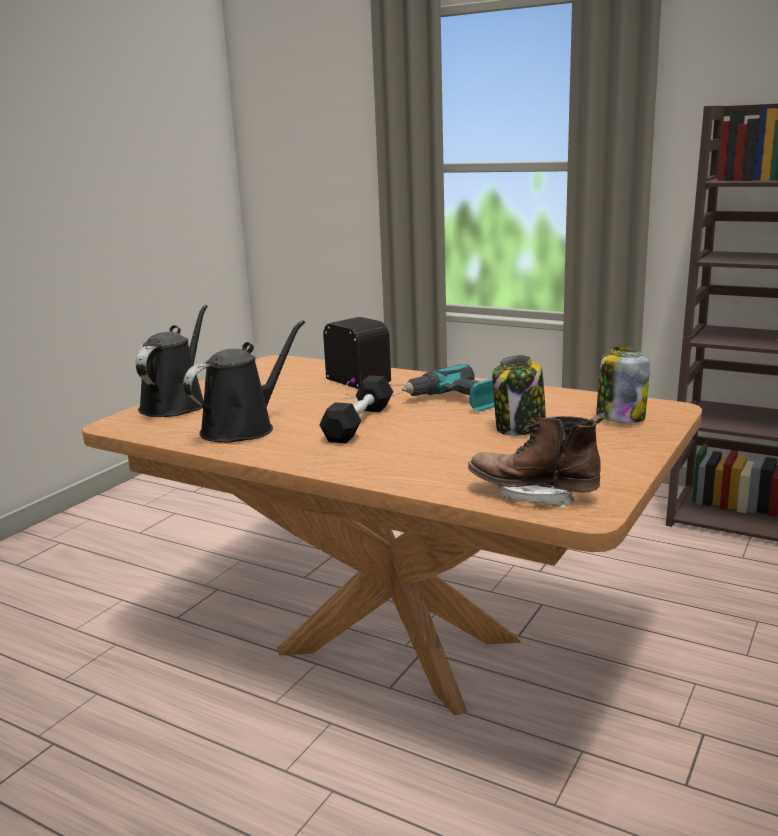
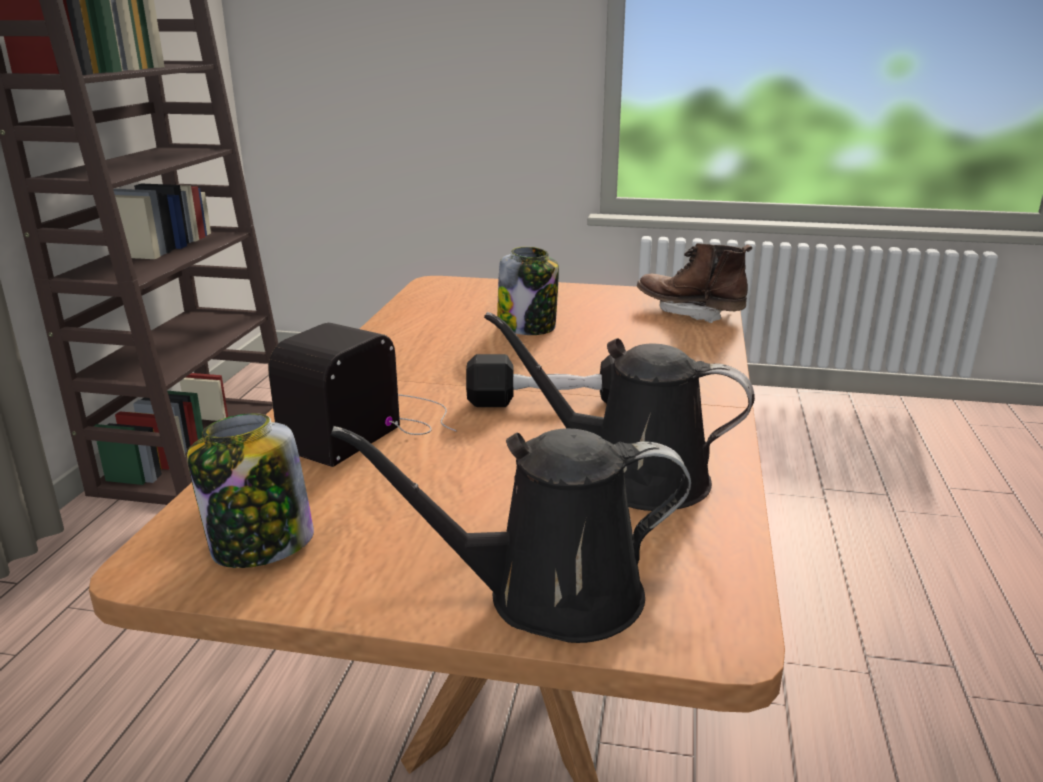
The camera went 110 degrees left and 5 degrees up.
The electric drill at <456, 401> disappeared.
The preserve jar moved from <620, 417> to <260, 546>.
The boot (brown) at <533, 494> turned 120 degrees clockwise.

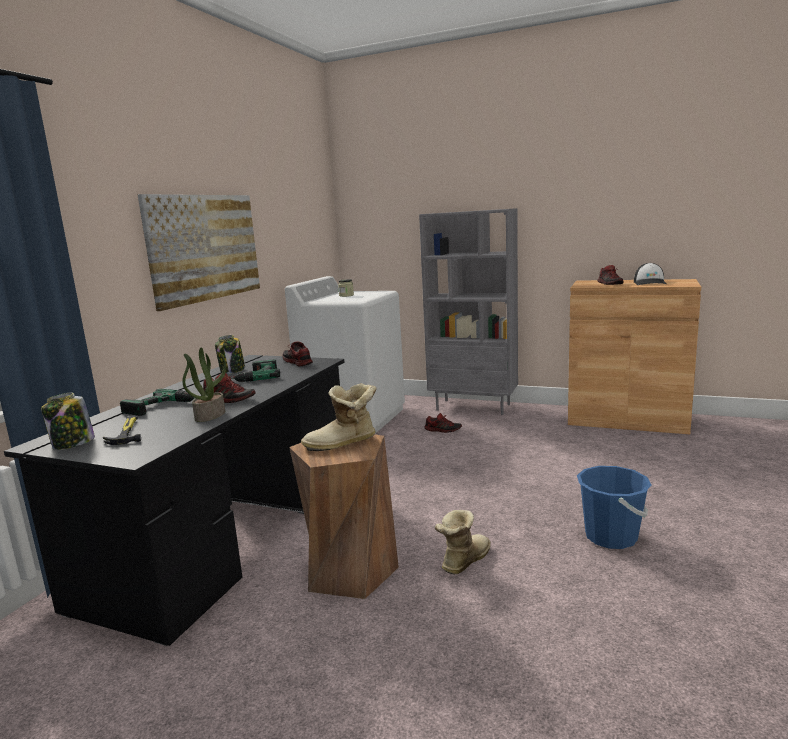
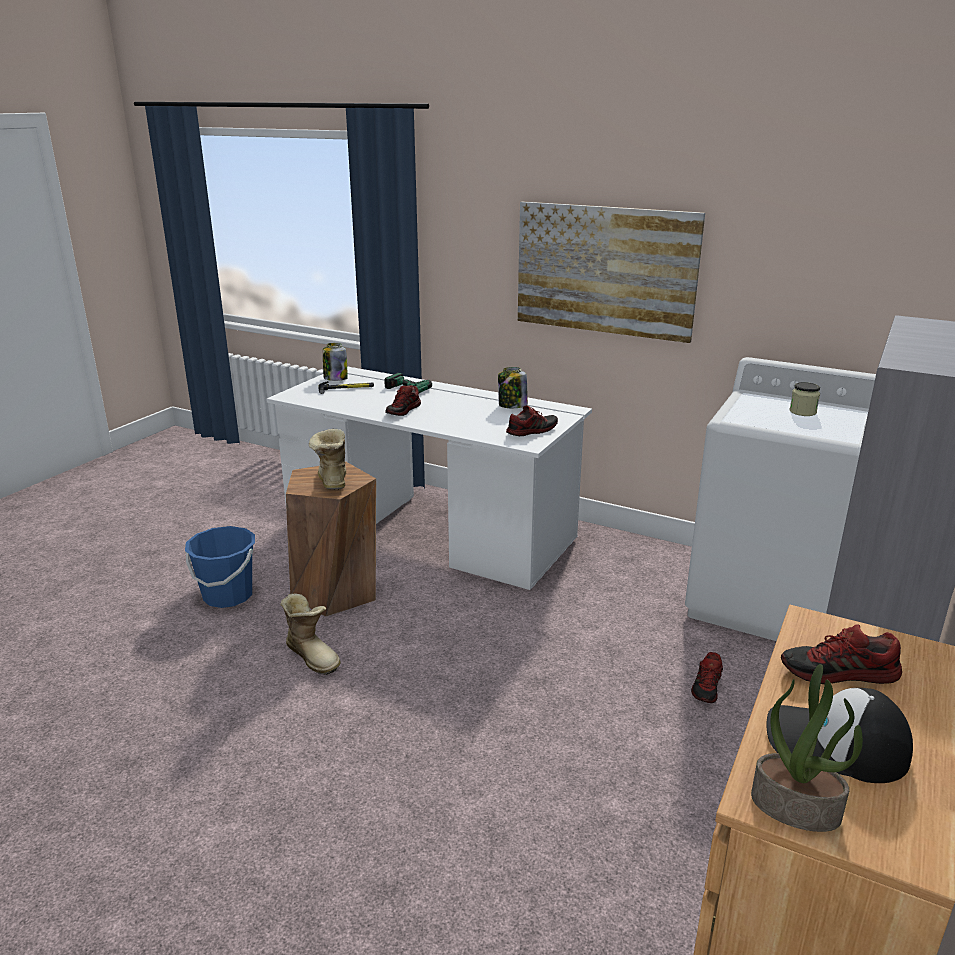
The camera went 95 degrees right and 10 degrees up.
The electric drill at <252, 377> disappeared.
The potted plant moved from <210, 415> to <796, 807>.
The bucket (blue-coloured) moved from <611, 537> to <228, 595>.
The desk (black-coloured) at <228, 535> became the desk (whitish) at <430, 531>.

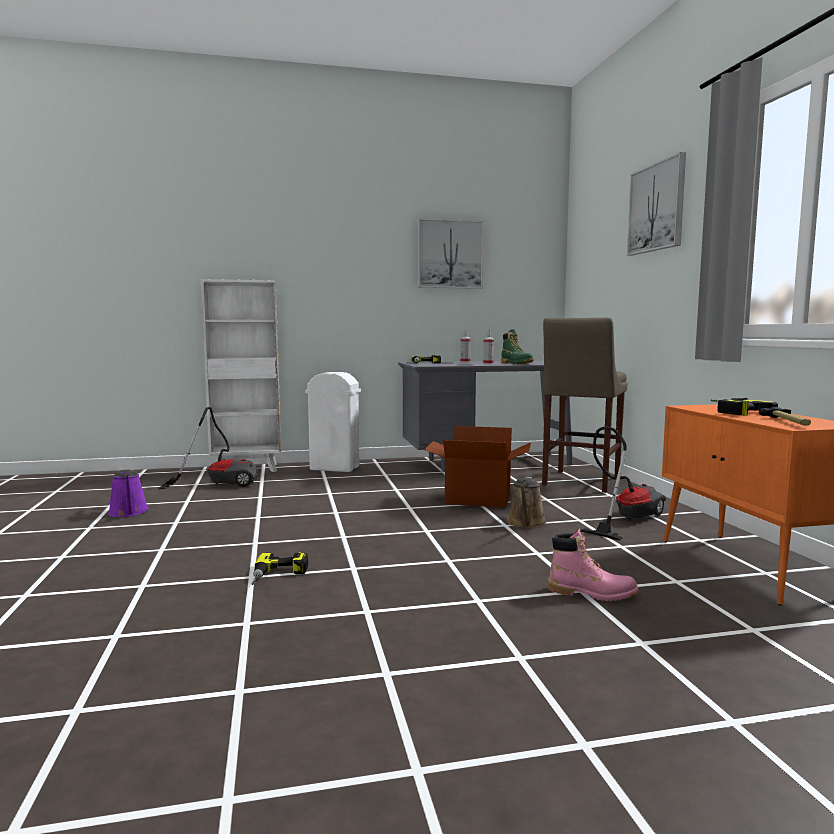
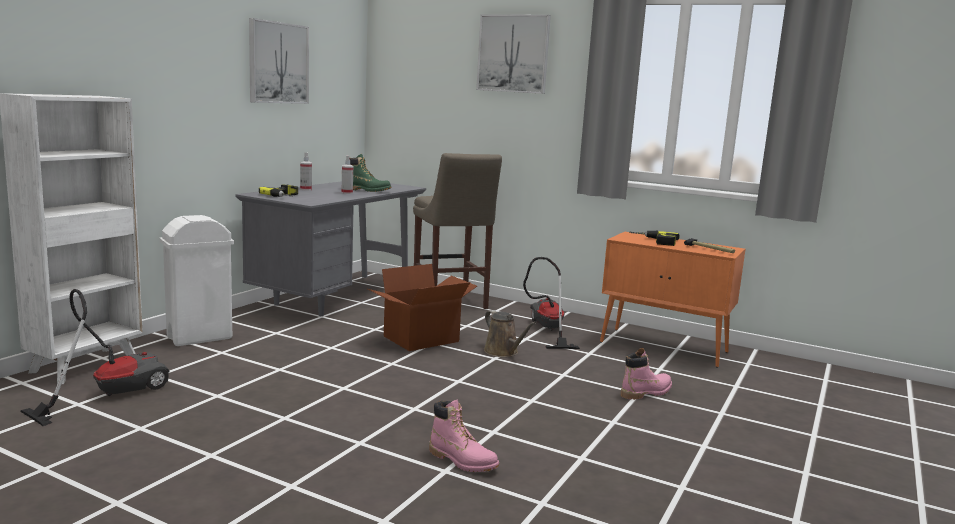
The camera went 50 degrees left and 5 degrees up.
The sprinkling can (purple) at <129, 512> disappeared.
The electric drill at <278, 576> was replaced by the boot (pink-coloured) at <462, 461>.

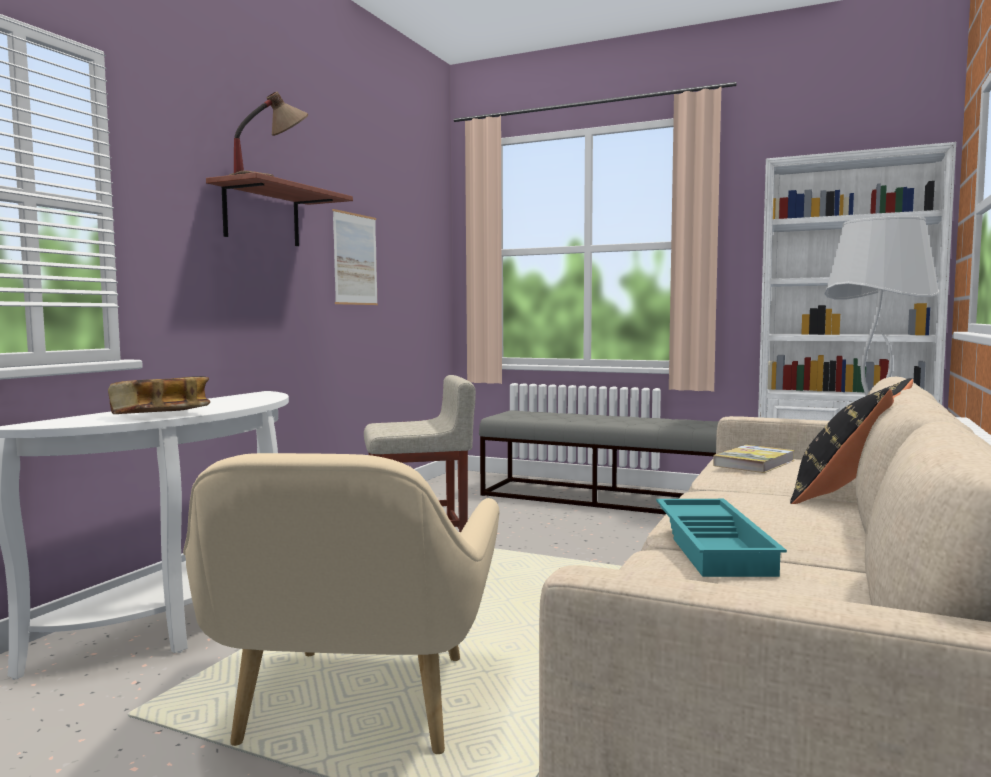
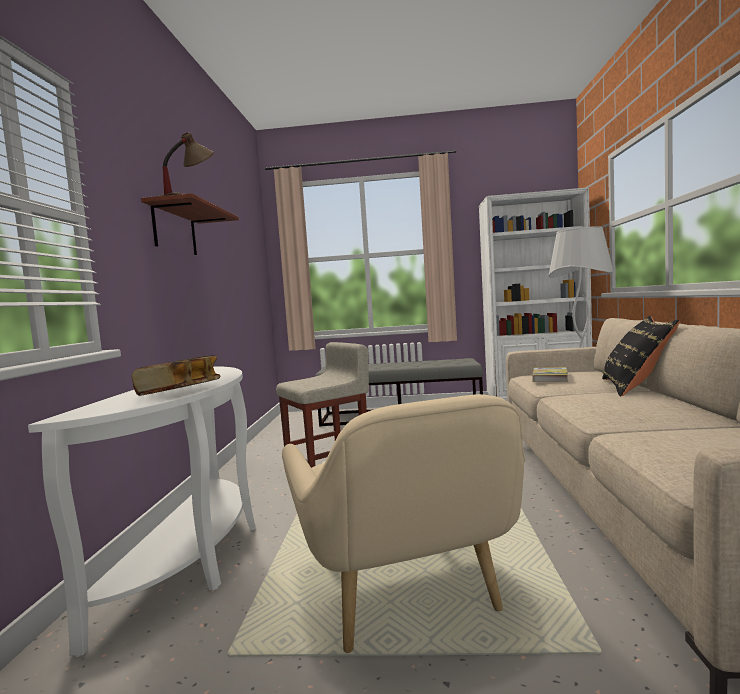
The camera went 20 degrees left and 0 degrees up.
The wall art at <355, 259> disappeared.
The carrying tray (turquoise) at <716, 546> disappeared.

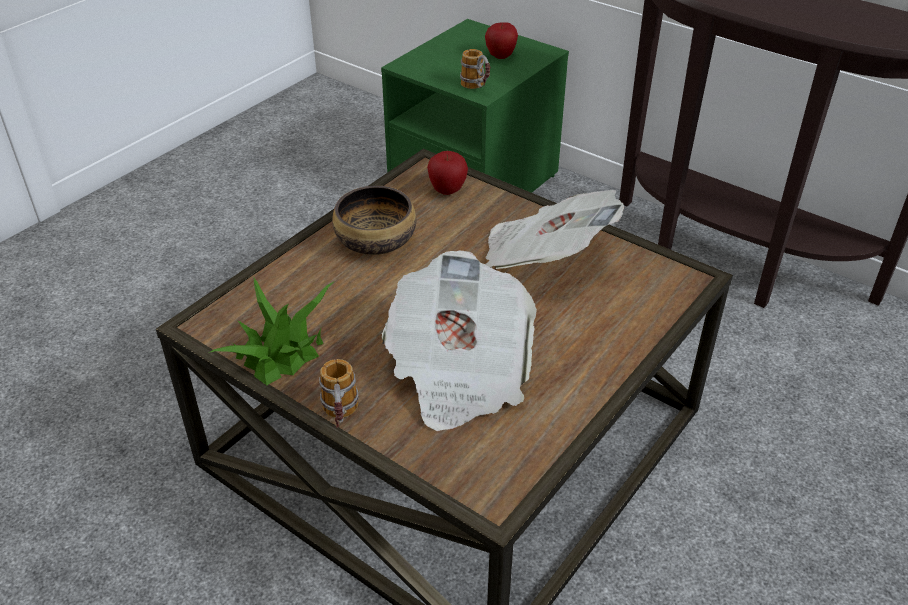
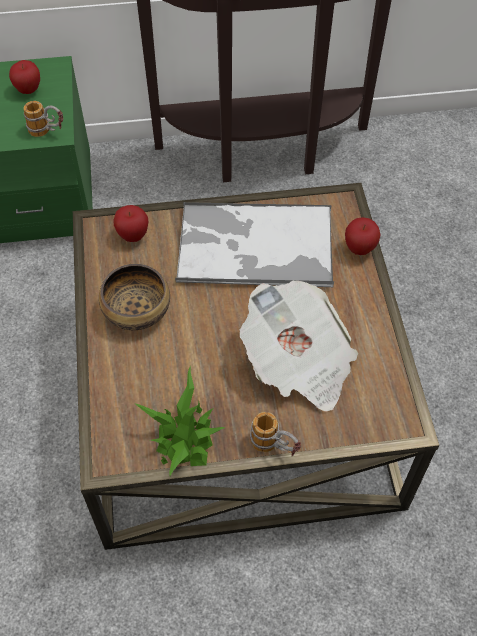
The camera went 45 degrees left and 15 degrees up.
The apple fruit at <359, 249> appeared.
The printed paper at <544, 258> was replaced by the carrying tray at <254, 246>.

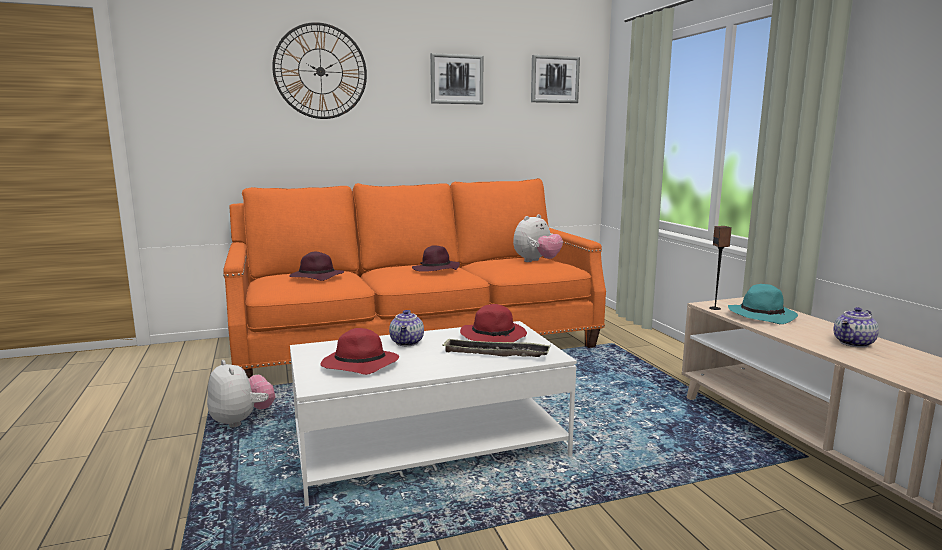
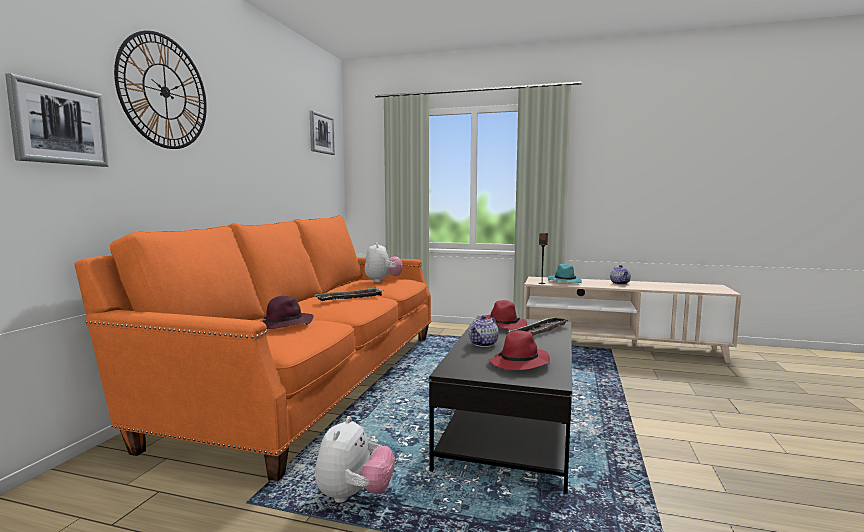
The camera went 55 degrees left and 5 degrees down.
The wall art moved from <456, 79> to <59, 124>.
The wearable hat (purple) at <436, 270> was replaced by the carrying tray at <350, 298>.
The lounge table (whitish) at <430, 446> became the lounge table (black-coloured) at <510, 424>.
The plush toy at <242, 420> turned 105 degrees clockwise.
The teapot at <407, 342> turned 90 degrees clockwise.

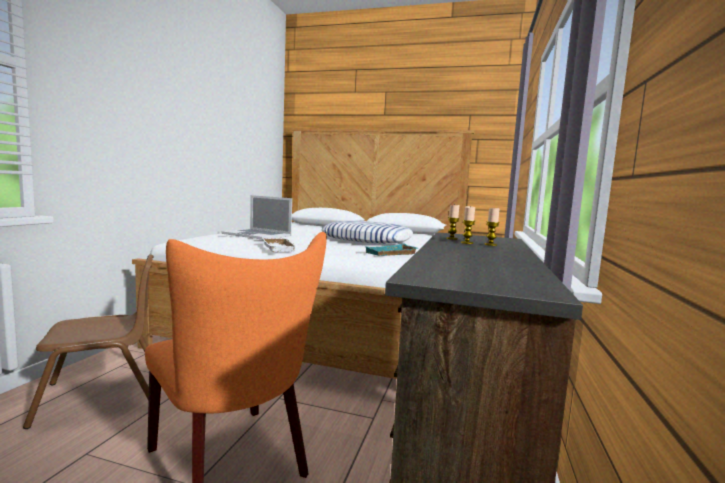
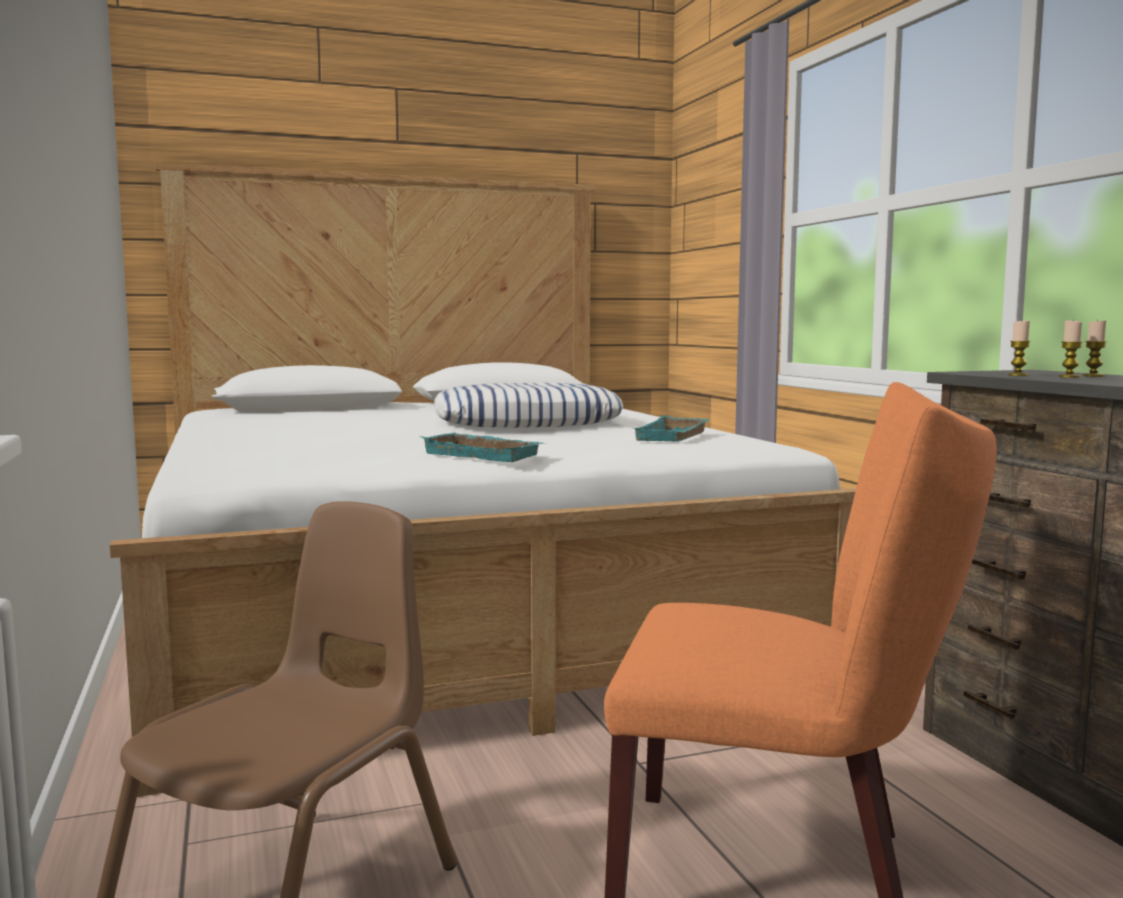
The camera went 35 degrees left and 0 degrees up.
The portable computer at <257, 234> disappeared.
The carrying tray (whitish) at <280, 248> became the carrying tray (turquoise) at <485, 455>.

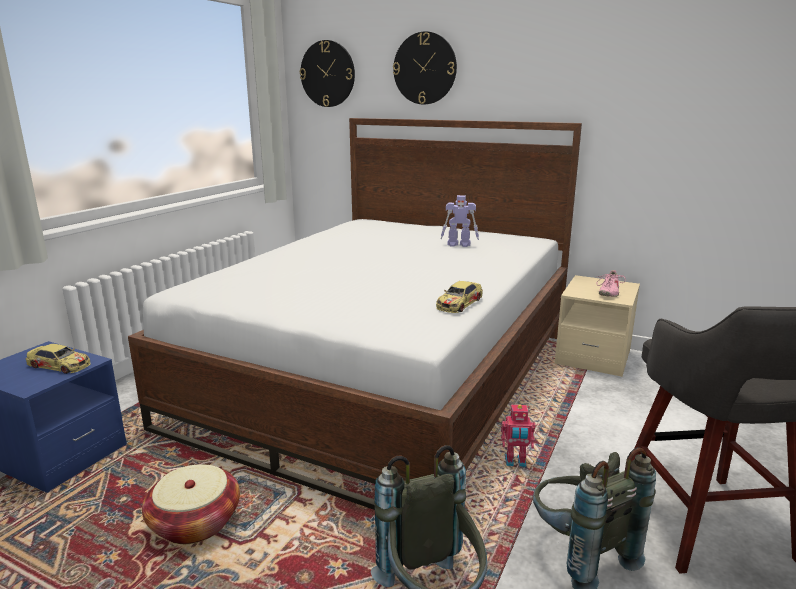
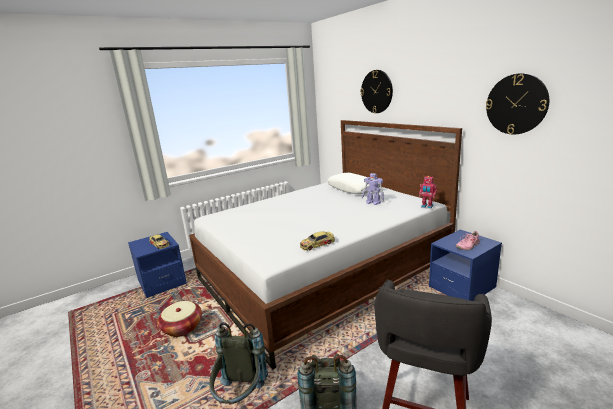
The camera went 30 degrees right and 0 degrees up.
The cushion (whitish) at <353, 189> appeared.
The clock on the wall moved from <327, 74> to <516, 104>.
The toy robot moved from <515, 463> to <427, 206>.
The nightstand (beige-coloured) at <593, 357> became the nightstand (blue-coloured) at <462, 287>.

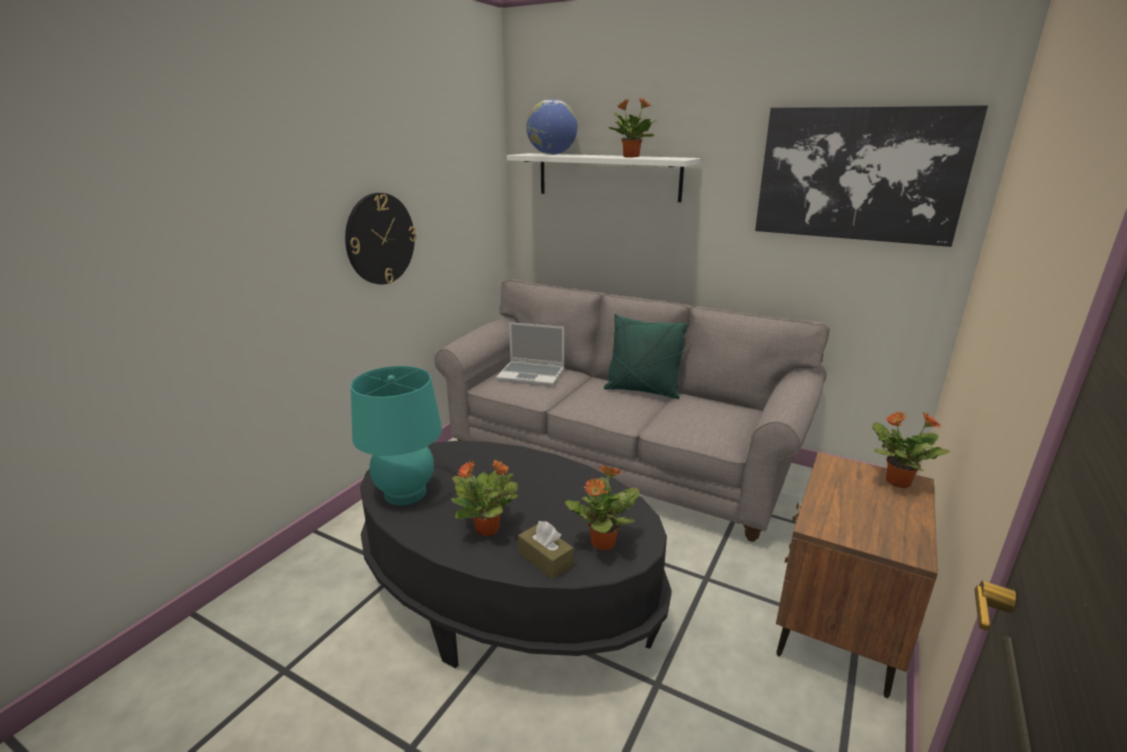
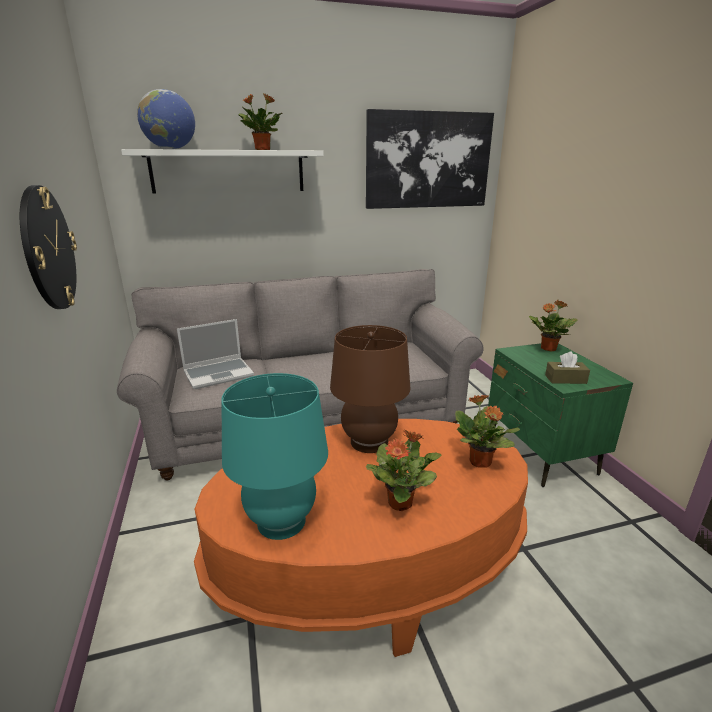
The camera went 45 degrees left and 0 degrees up.
The cushion (greenish) at <642, 390> disappeared.
The table lamp (brown) at <369, 442> appeared.
The tissue box (brown) moved from <545, 559> to <565, 379>.
The lounge table (black-coloured) at <508, 596> became the lounge table (orange) at <369, 567>.
The nightstand (brown) at <836, 627> became the nightstand (greenish) at <541, 454>.

